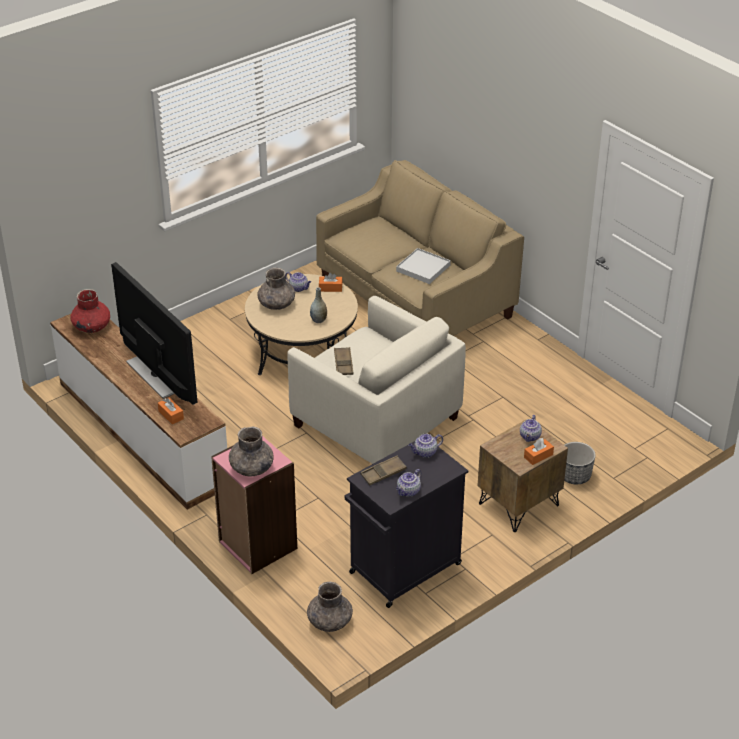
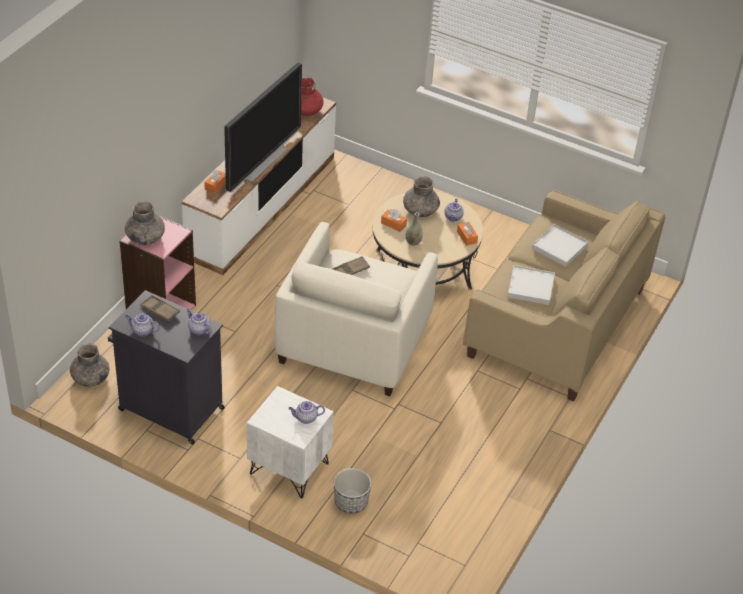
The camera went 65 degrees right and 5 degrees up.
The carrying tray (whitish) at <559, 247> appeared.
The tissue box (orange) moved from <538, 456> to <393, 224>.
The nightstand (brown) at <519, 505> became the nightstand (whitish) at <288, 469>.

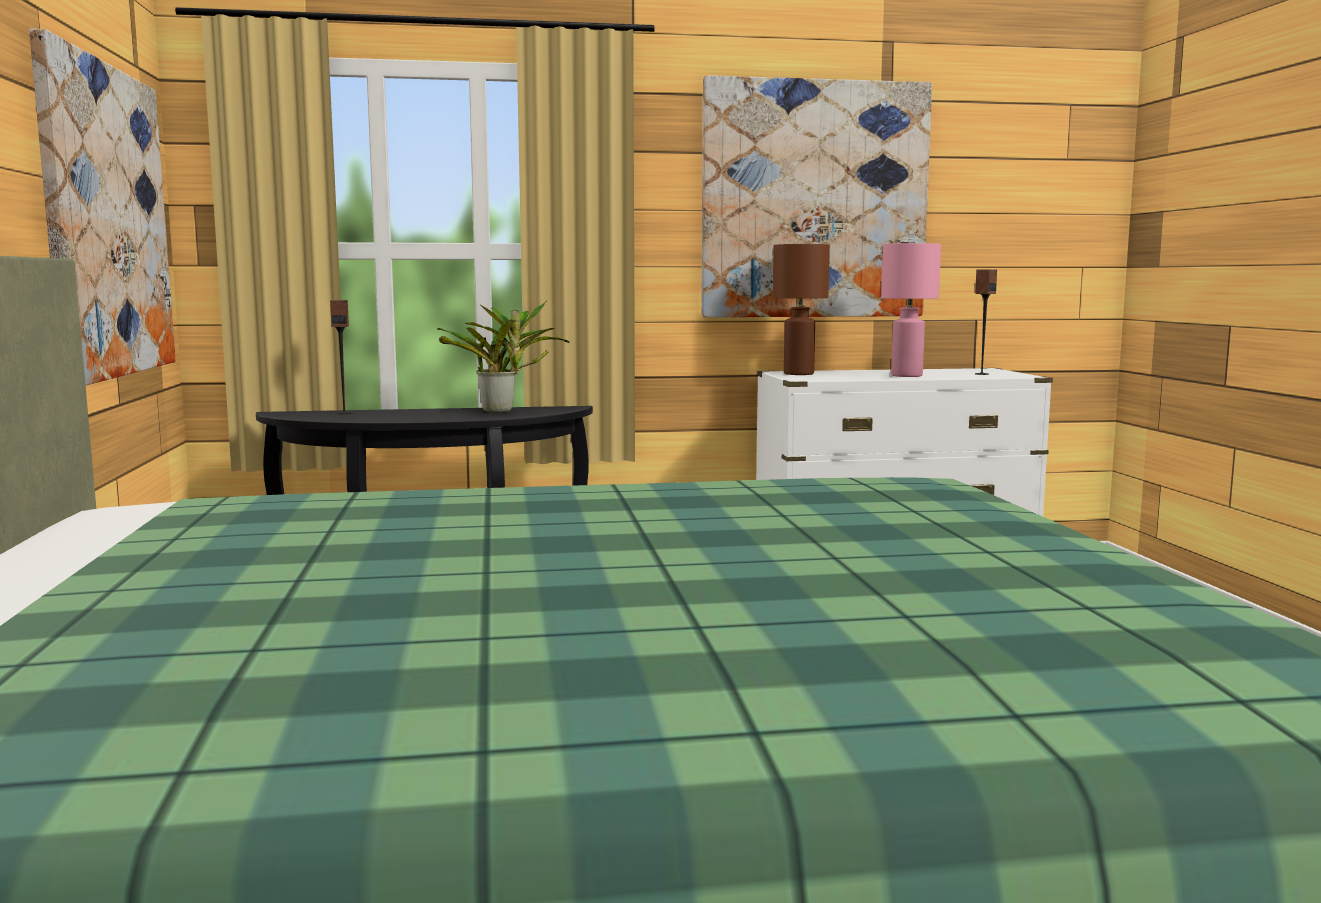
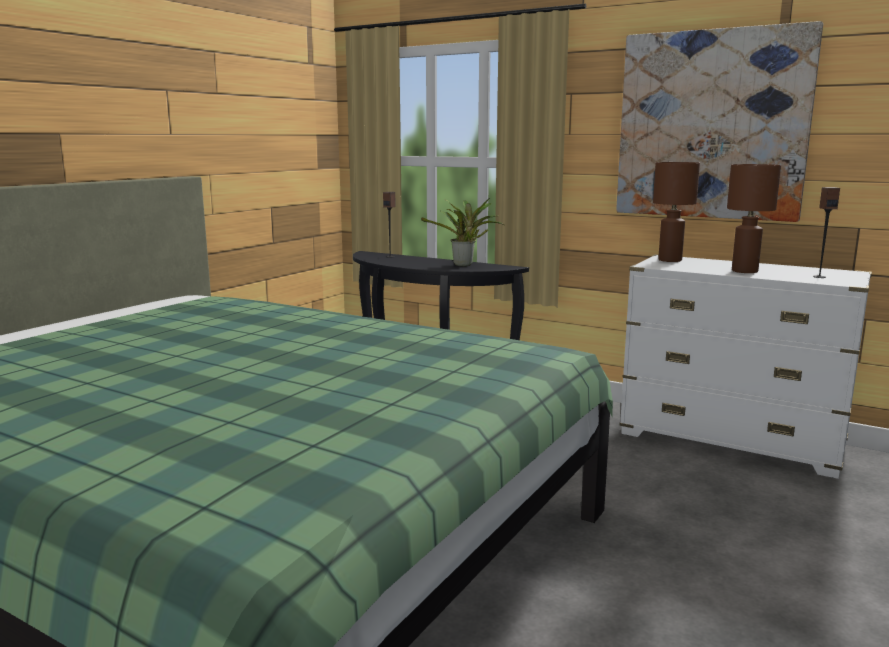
The camera went 40 degrees right and 5 degrees up.
The wall art at <106, 221> disappeared.
The table lamp (pink-coloured) at <905, 376> became the table lamp (brown) at <744, 271>.

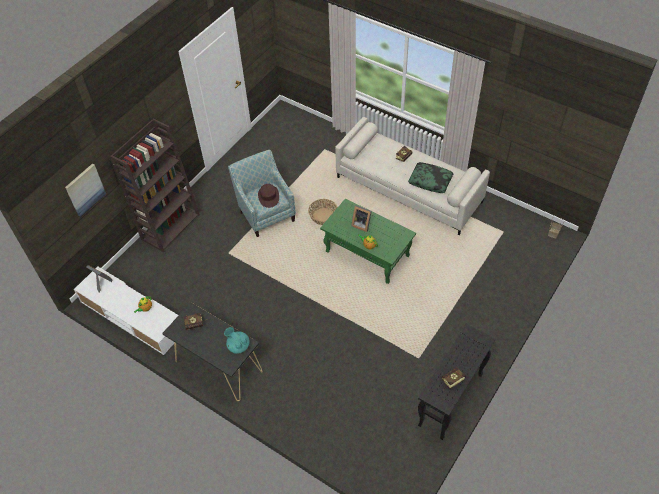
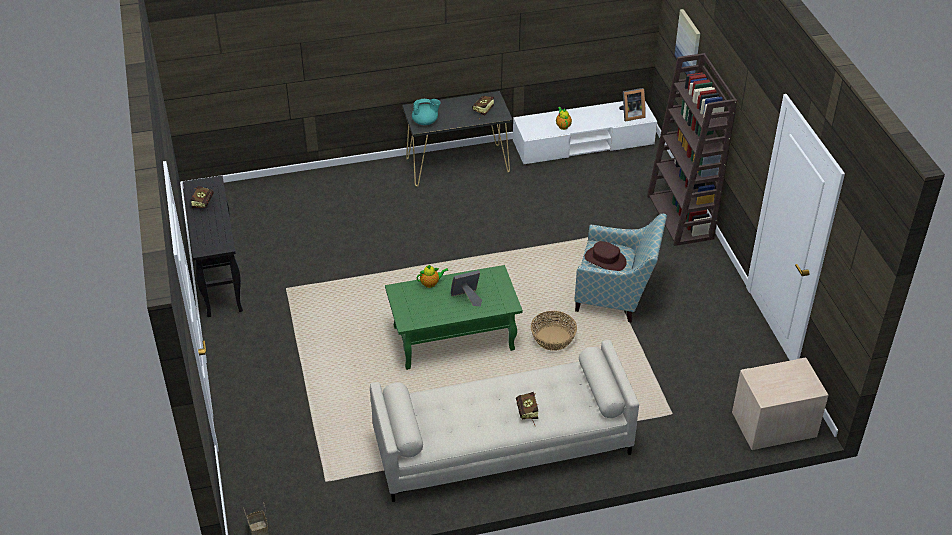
The camera went 130 degrees right and 10 degrees down.
The cushion at <430, 181> disappeared.
The nightstand (beige-coloured) at <773, 424> appeared.

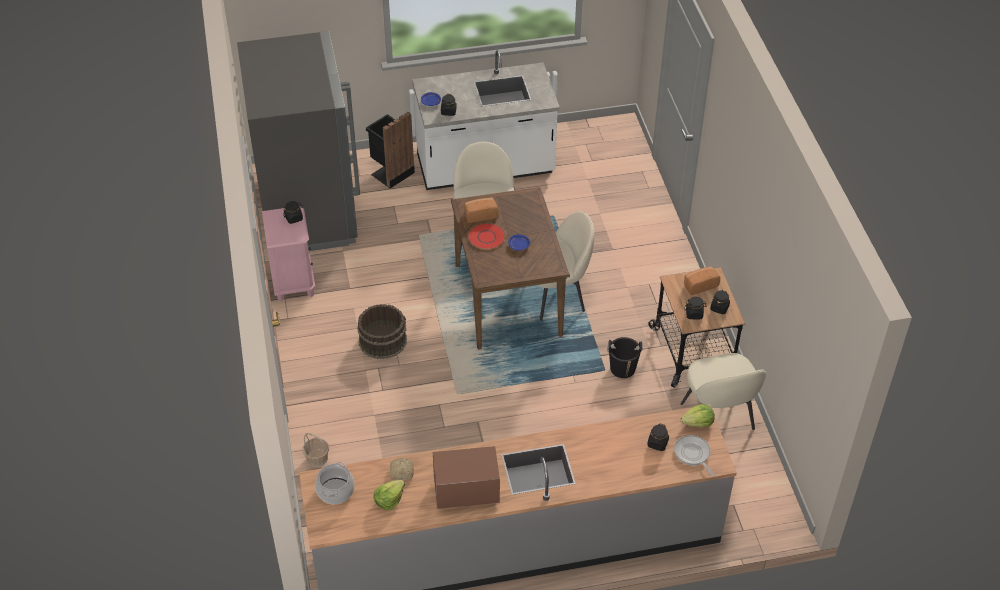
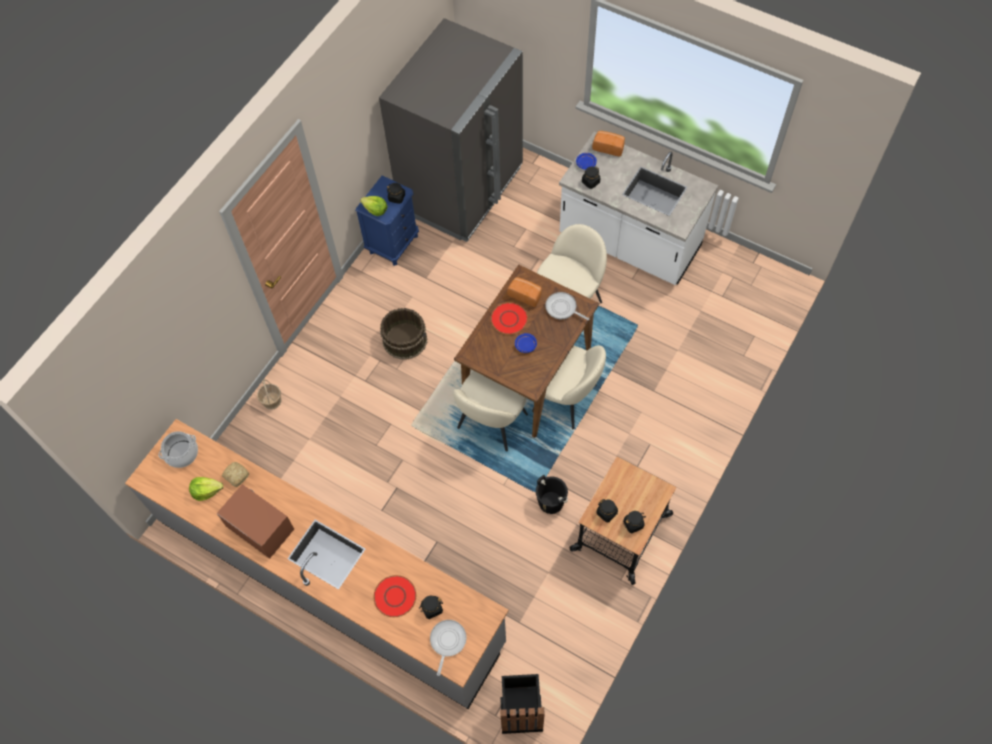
The camera went 45 degrees right and 15 degrees up.
The plate (reddish) at <395, 596> appeared.
The frying pan at <562, 308> appeared.
The waste bin (black-coloured) moved from <391, 172> to <521, 711>.
The lettuce moved from <698, 423> to <375, 210>.
The plain chair (beige-coloured) moved from <718, 418> to <491, 423>.
The bakery bread moved from <699, 285> to <608, 147>.
The nightstand (pink-coloured) at <293, 282> became the nightstand (blue-coloured) at <393, 243>.

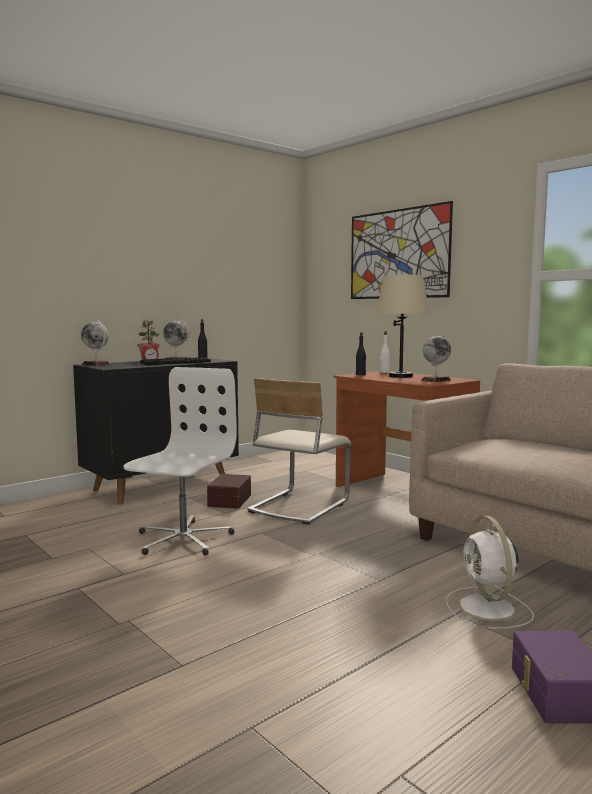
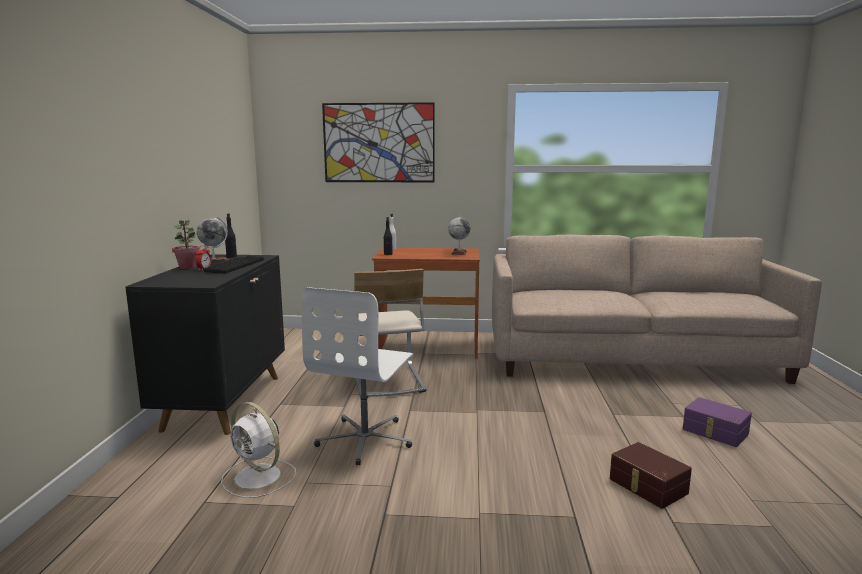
The camera went 45 degrees left and 5 degrees up.
The globe at <96, 364> disappeared.
The table lamp (beige-coloured) at <400, 376> disappeared.
The storage container (brown) moved from <228, 500> to <647, 486>.
The fan (whitish) moved from <488, 609> to <259, 478>.
The office chair (whitish) at <182, 539> turned 135 degrees counterclockwise.

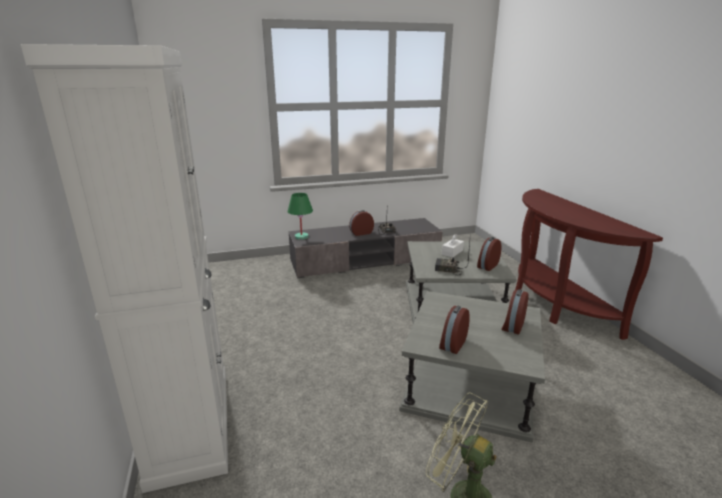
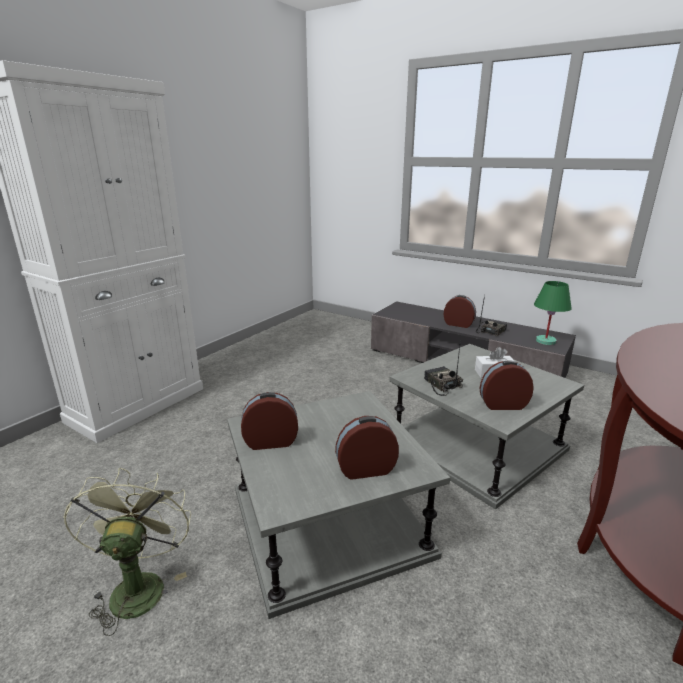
The camera went 50 degrees right and 0 degrees up.
The table lamp (greenish) moved from <301, 237> to <546, 341>.

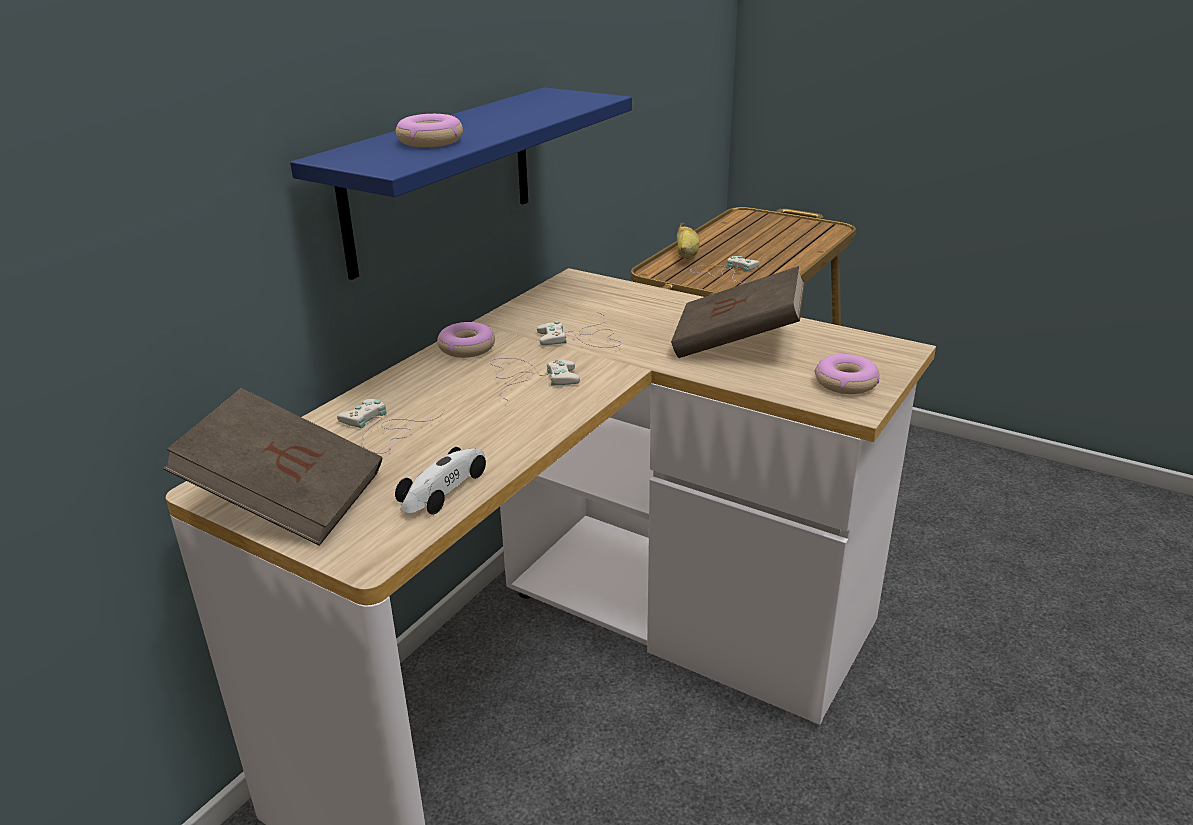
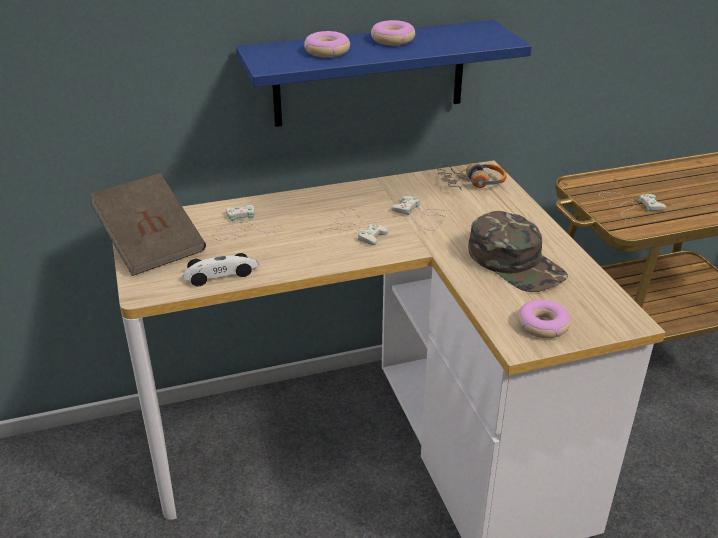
The camera went 40 degrees right and 5 degrees up.
The banana at <686, 255> disappeared.
The pair of headphones at <471, 183> appeared.
The ring doughnut moved from <467, 348> to <393, 40>.
The book (brown) at <737, 343> was replaced by the baseball cap (greenish) at <516, 263>.

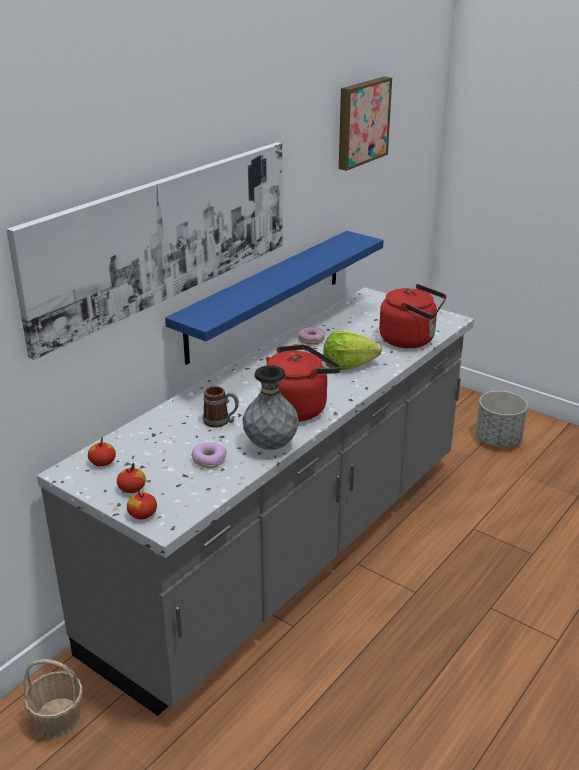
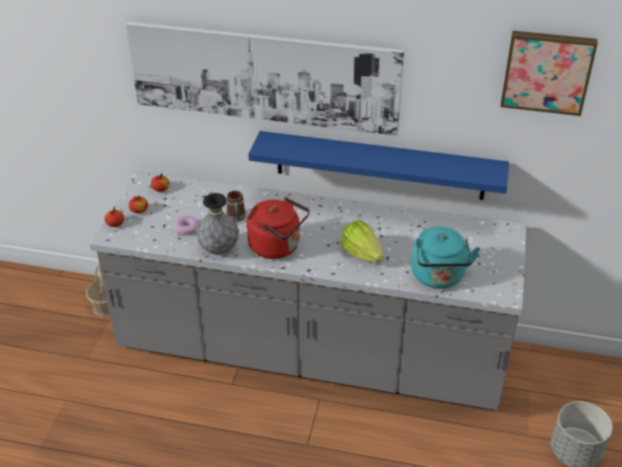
The camera went 65 degrees right and 10 degrees up.
The ring doughnut at <311, 339> disappeared.
The water kettle (reddish) at <410, 340> became the water kettle (turquoise) at <438, 277>.

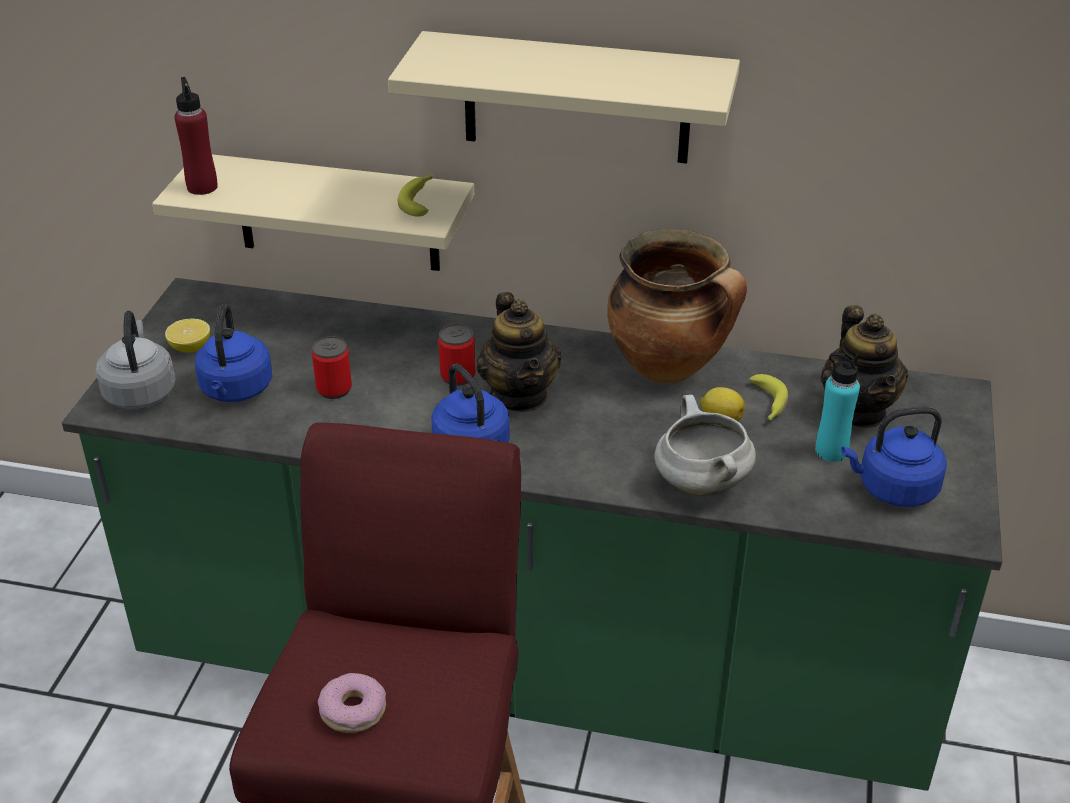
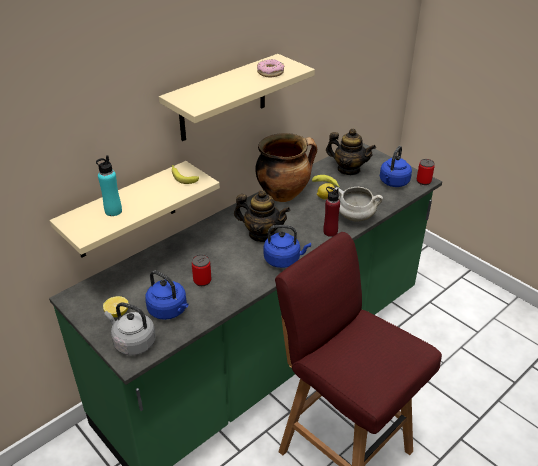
The camera went 55 degrees left and 0 degrees up.
The bottle (reddish) moved from <202, 187> to <330, 232>.
The ring doughnut moved from <353, 710> to <270, 73>.
The can moved from <458, 376> to <423, 181>.
The bottle (turquoise) moved from <831, 451> to <113, 211>.

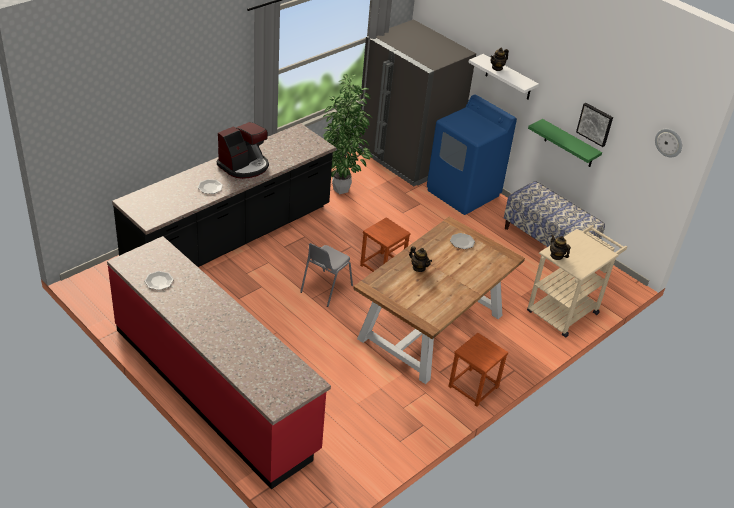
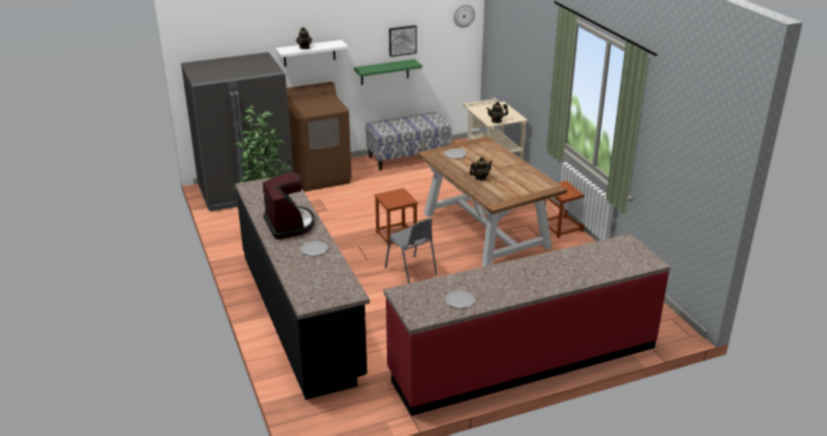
The camera went 65 degrees left and 10 degrees down.
The washing machine (blue-coloured) at <463, 193> became the washing machine (brown) at <320, 176>.

